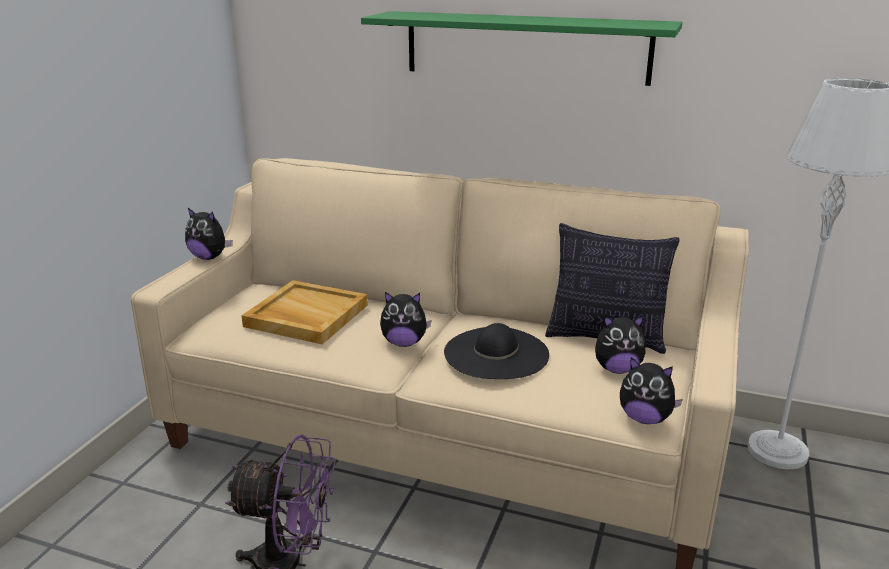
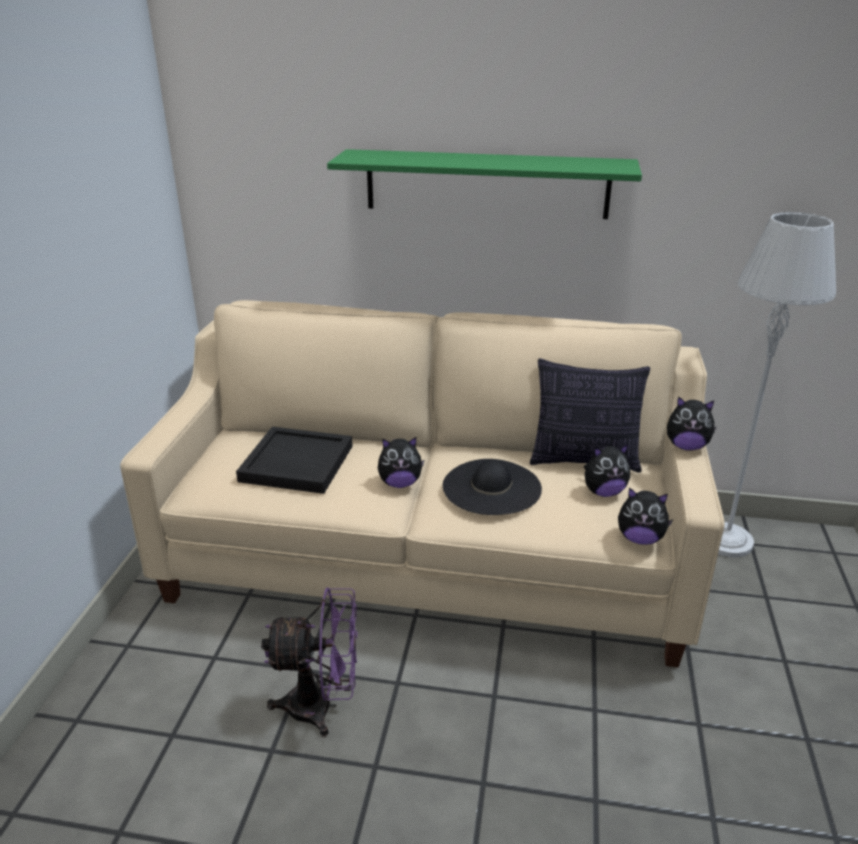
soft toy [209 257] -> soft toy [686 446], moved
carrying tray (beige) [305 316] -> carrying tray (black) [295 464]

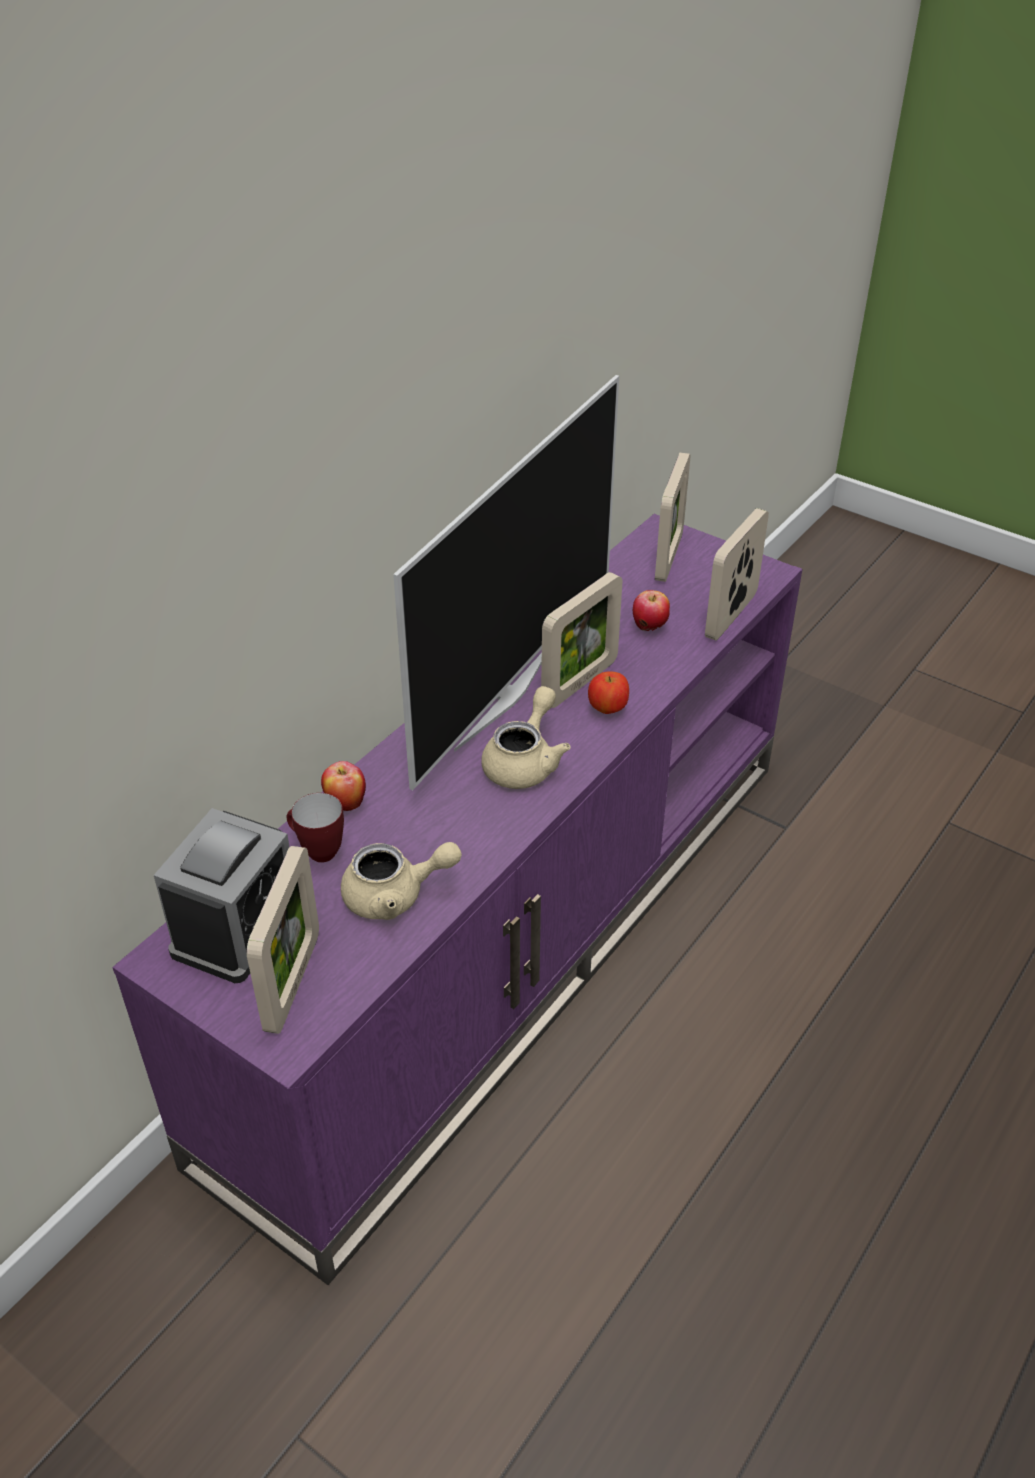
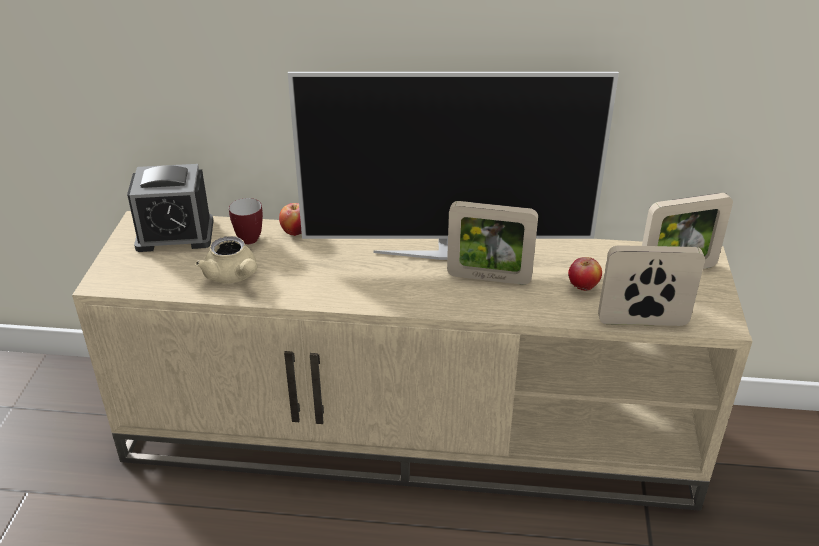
media console (purplish) [512 939] -> media console (beige) [413 433]
apple [608 709] -> none
teapot (beige) [525 761] -> none
picture frame [293 982] -> none

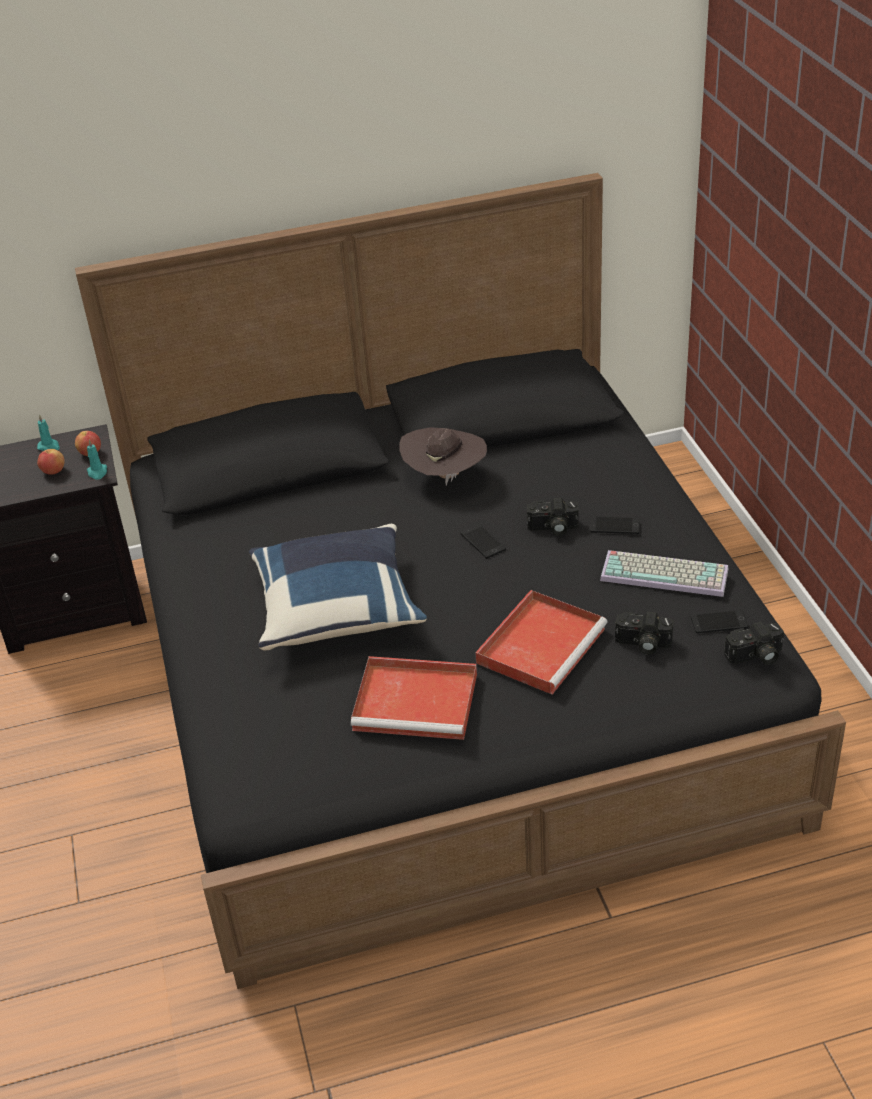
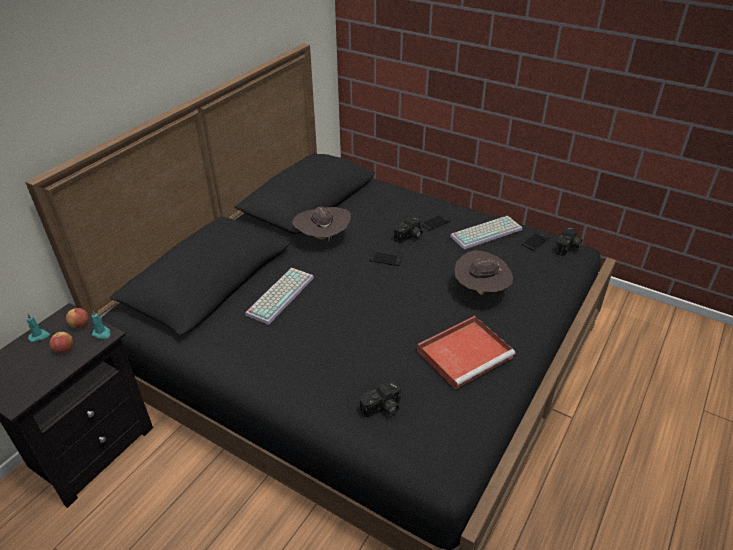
cushion (bluish) [337 609] -> none
carrying tray (red) [541 644] -> wearable hat (brown) [480 291]
photo camera [642 644] -> photo camera [382 409], moved
none -> computer keyboard [280 294]

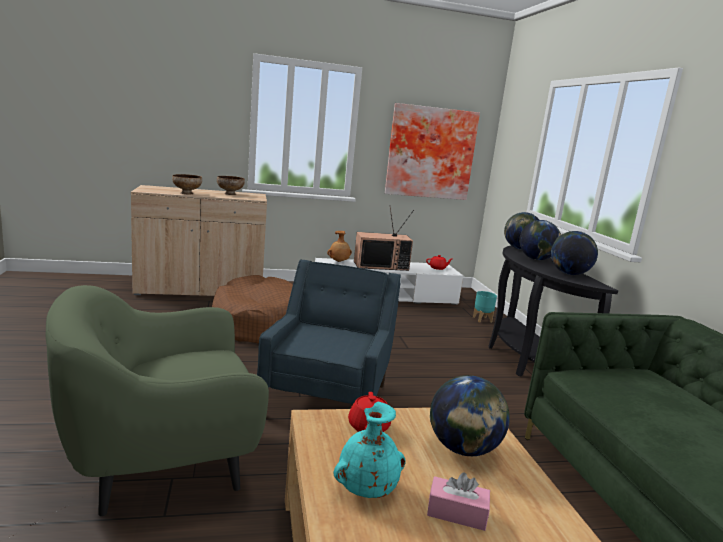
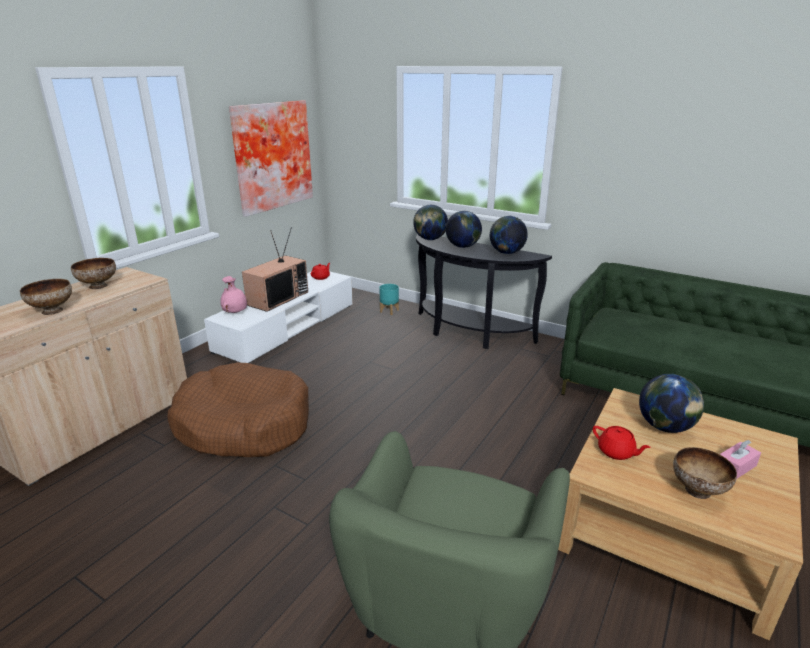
decorative vase (brown) [339 261] -> decorative vase (pink) [235 312]
lounge chair (bluish) [327 398] -> none
decorative vase (blue-green) [366 489] -> deep dish [696 491]

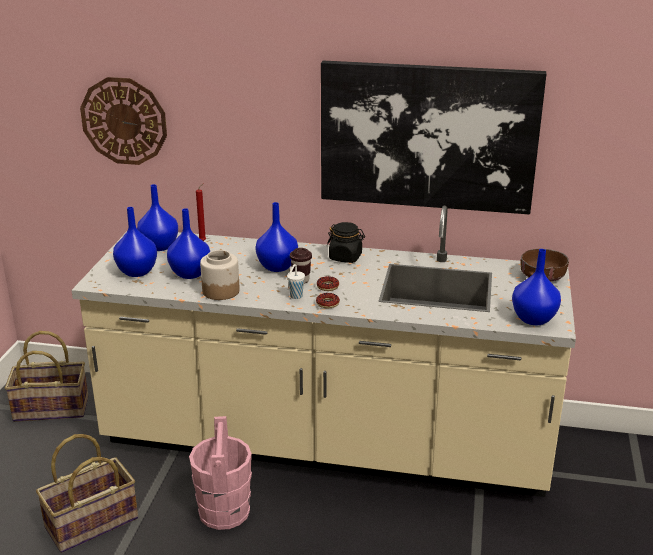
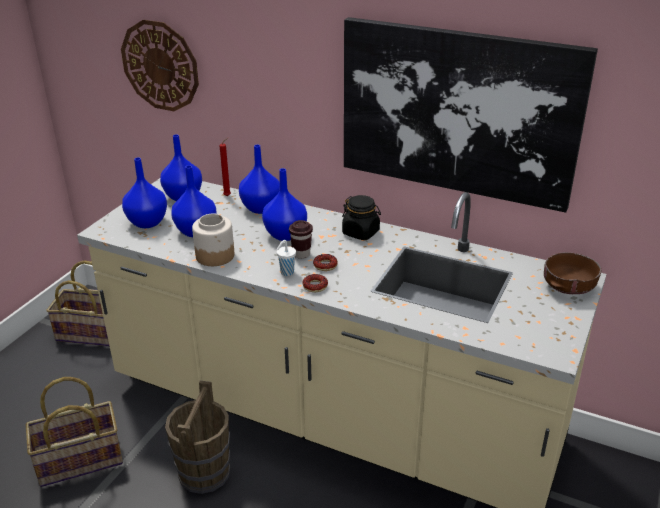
decorative vase (bluish) [532 319] -> decorative vase (bluish) [260 208], moved
water bucket (pink) [224 511] -> water bucket (brown) [204 472]

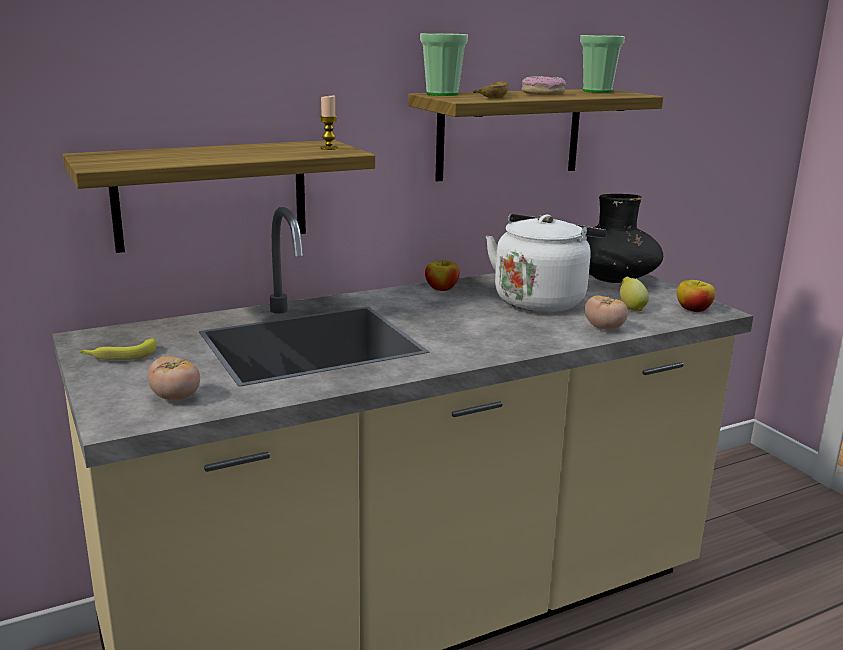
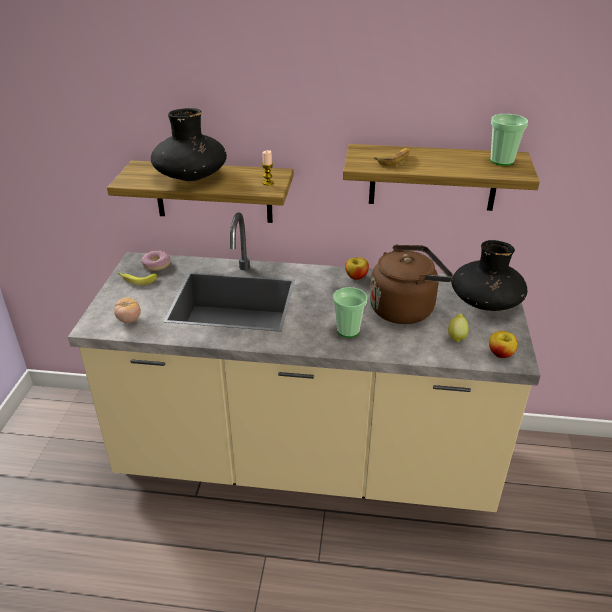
small cup [442 94] -> small cup [348 330], moved
ring doughnut [543 93] -> ring doughnut [156 264], moved
kettle (whitish) [541 300] -> kettle (brown) [405 308]
tomato [604 328] -> none
none -> decorative vase (black) [190 176]

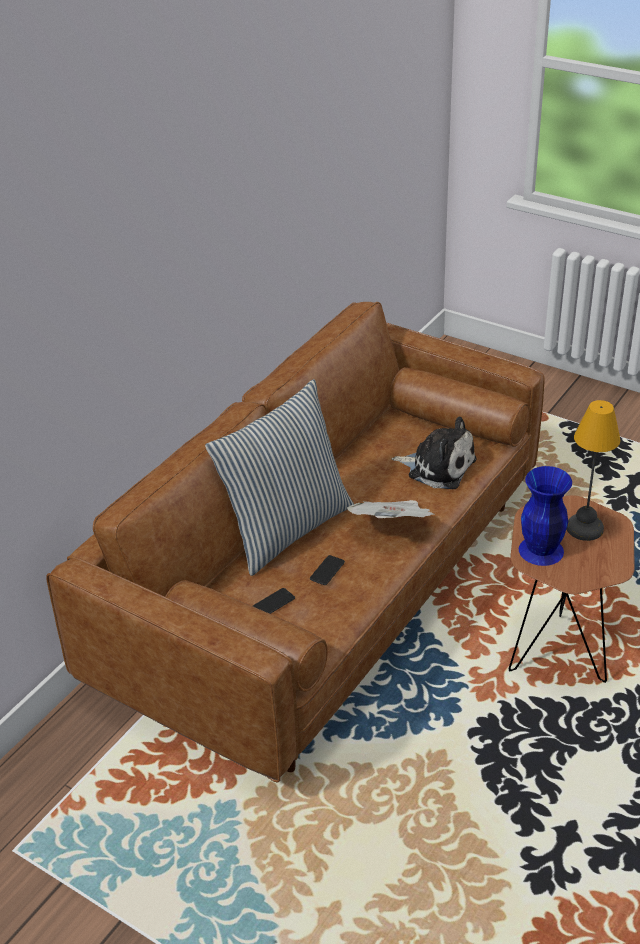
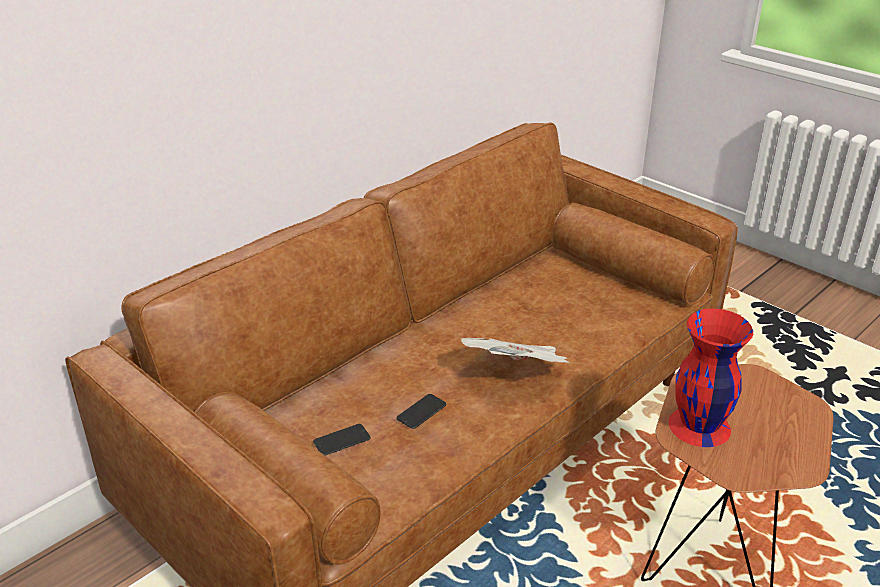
cushion [286 529] -> none
table lamp [585 528] -> none
soft toy [438 467] -> none
decorative vase (bluish) [540 550] -> decorative vase (red) [698 426]

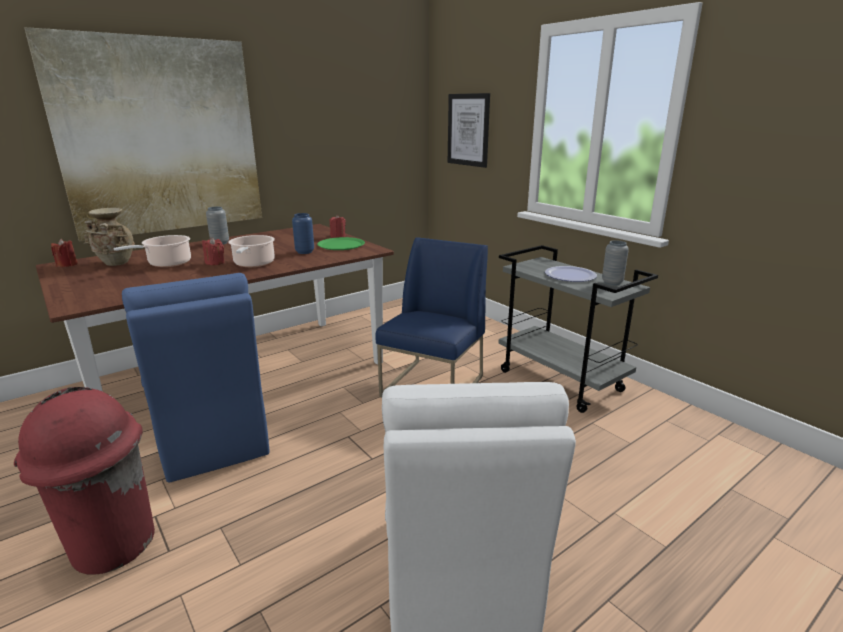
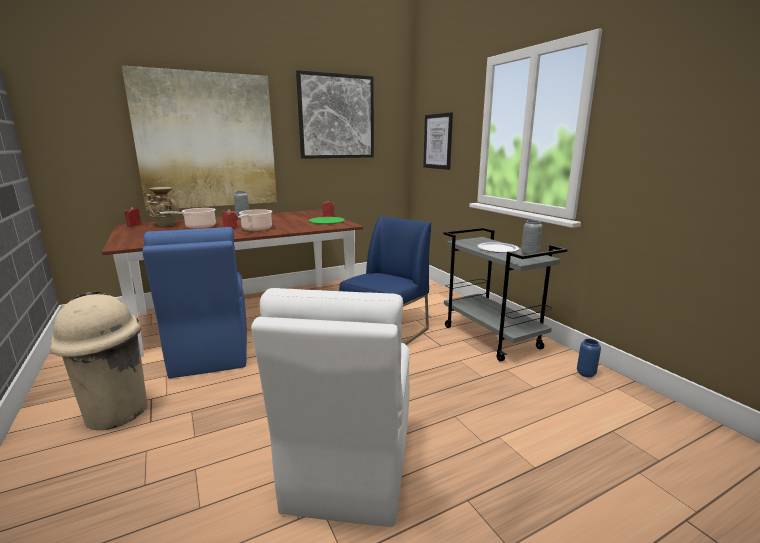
decorative vase (bluish) [305 252] -> decorative vase (bluish) [586 374], moved
trash can (red) [111 545] -> trash can (beige) [115 413]
none -> wall art [336 117]

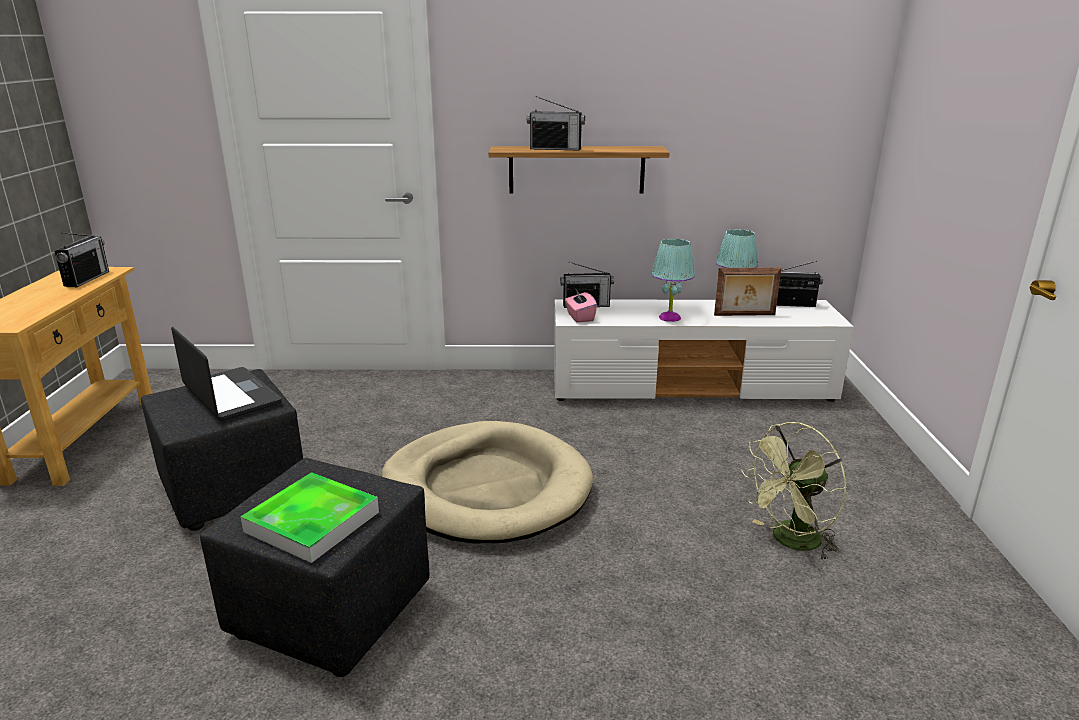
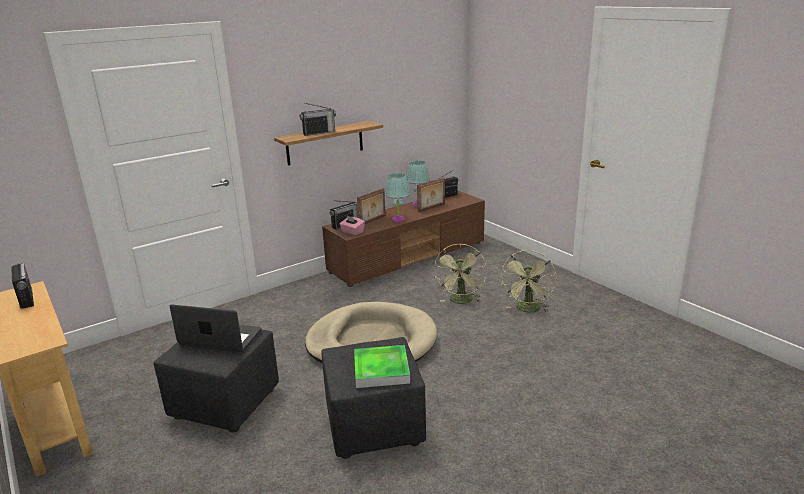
media console (whitish) [692 386] -> media console (brown) [408 257]
none -> picture frame [373 221]
none -> cooling fan (green) [461 301]

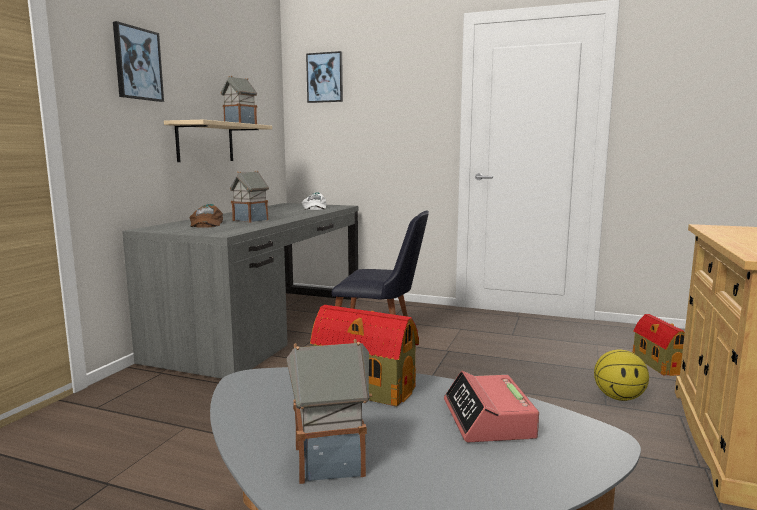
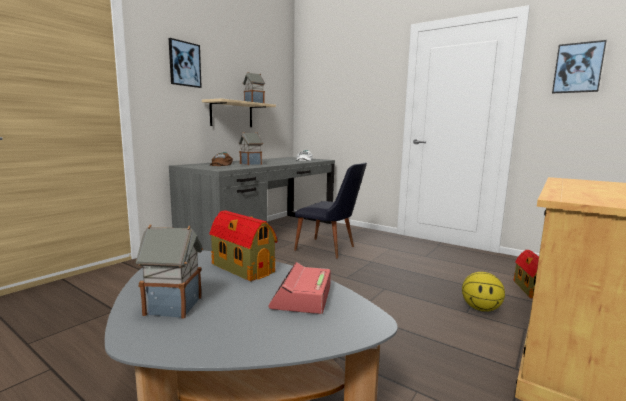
wall art [325 77] -> wall art [578 68], moved

